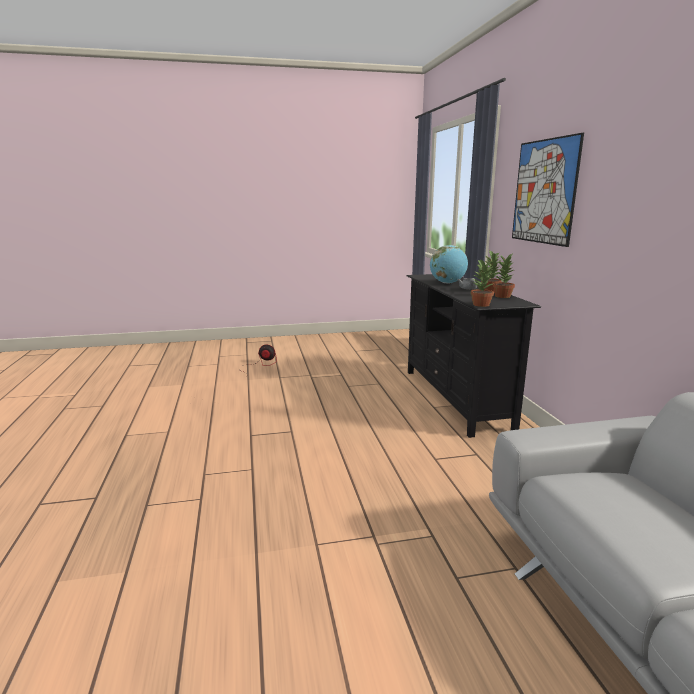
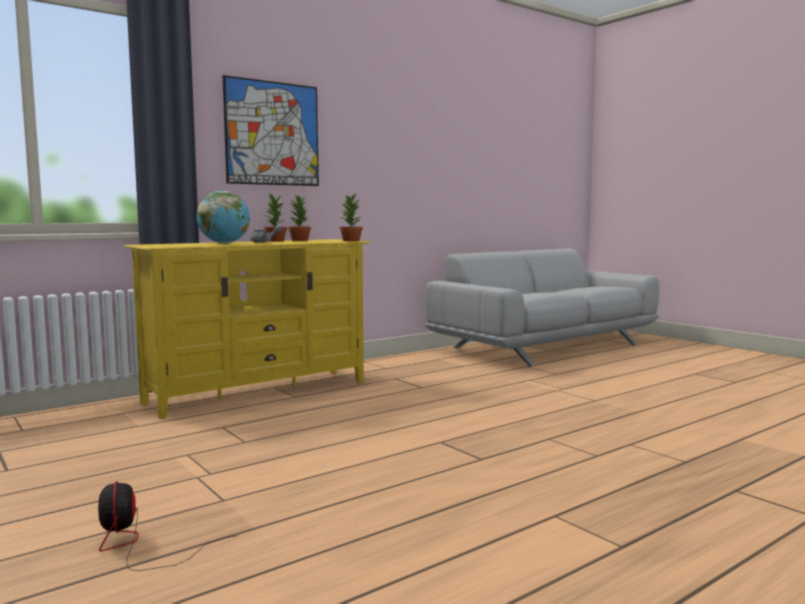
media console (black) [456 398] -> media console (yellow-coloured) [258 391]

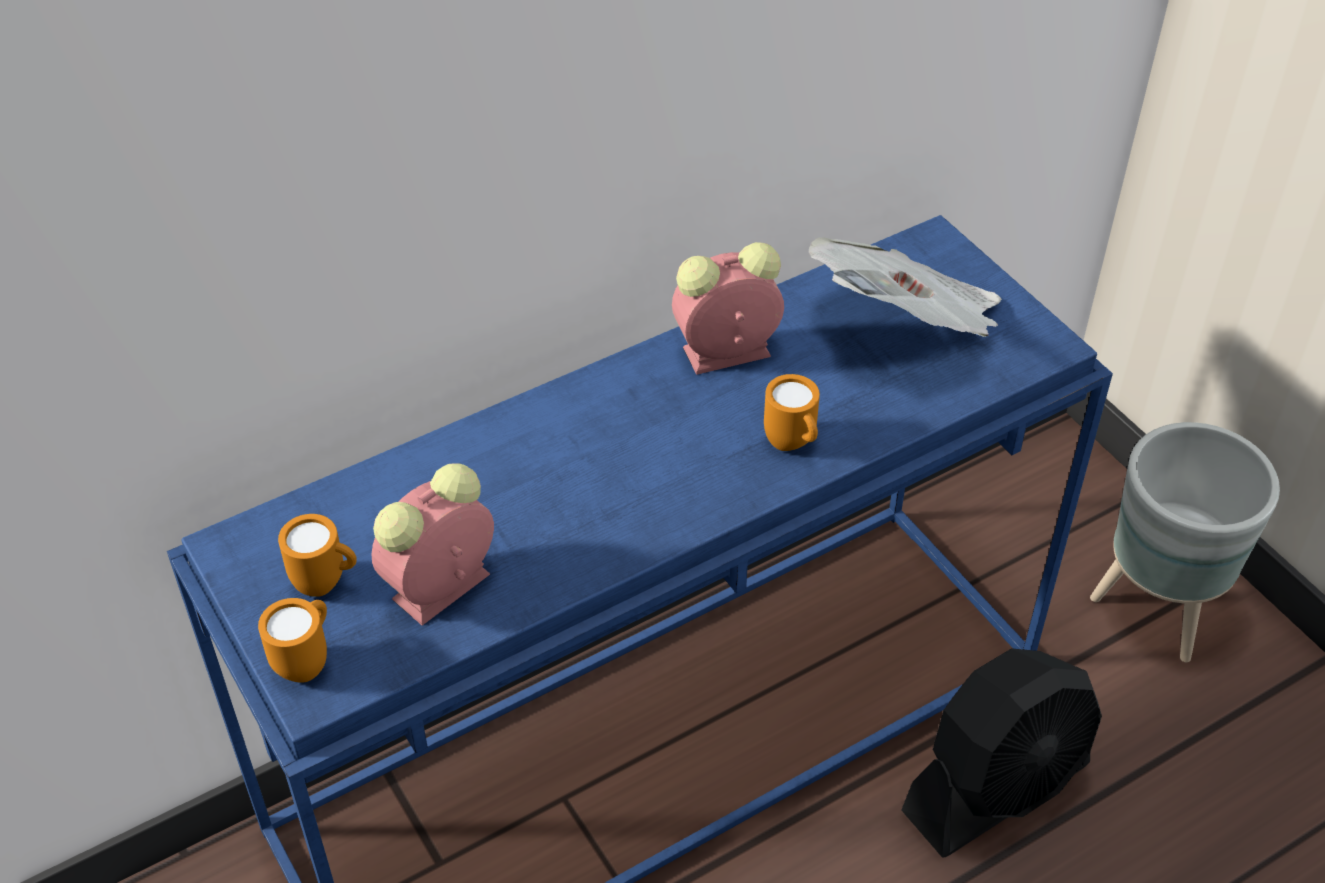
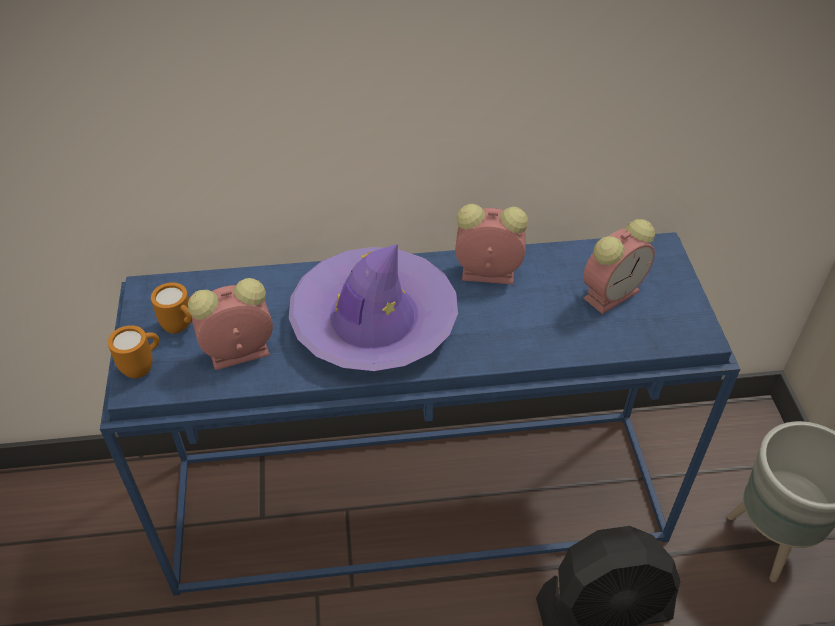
daily paper [908 325] -> table clock [612 293]
mug (orange-coloured) [793 445] -> none
none -> wearable hat (purplish) [374 321]

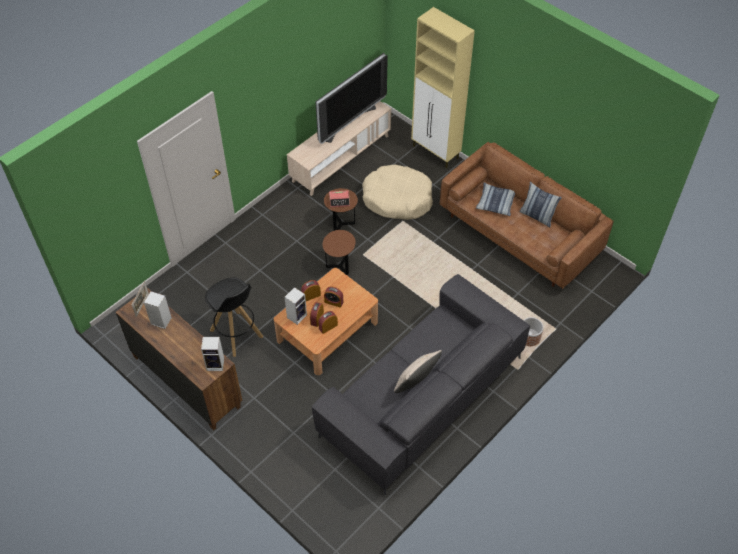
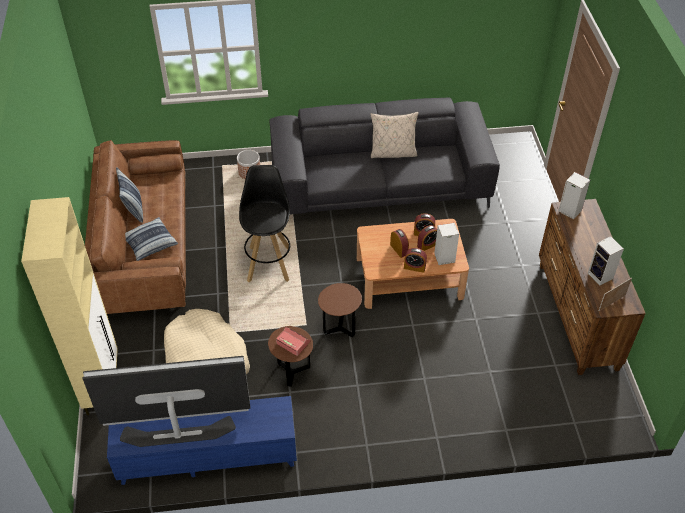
media console (beige) [341 158] -> media console (bluish) [208 456]
sitting stool (black) [237 334] -> sitting stool (black) [269 263], moved

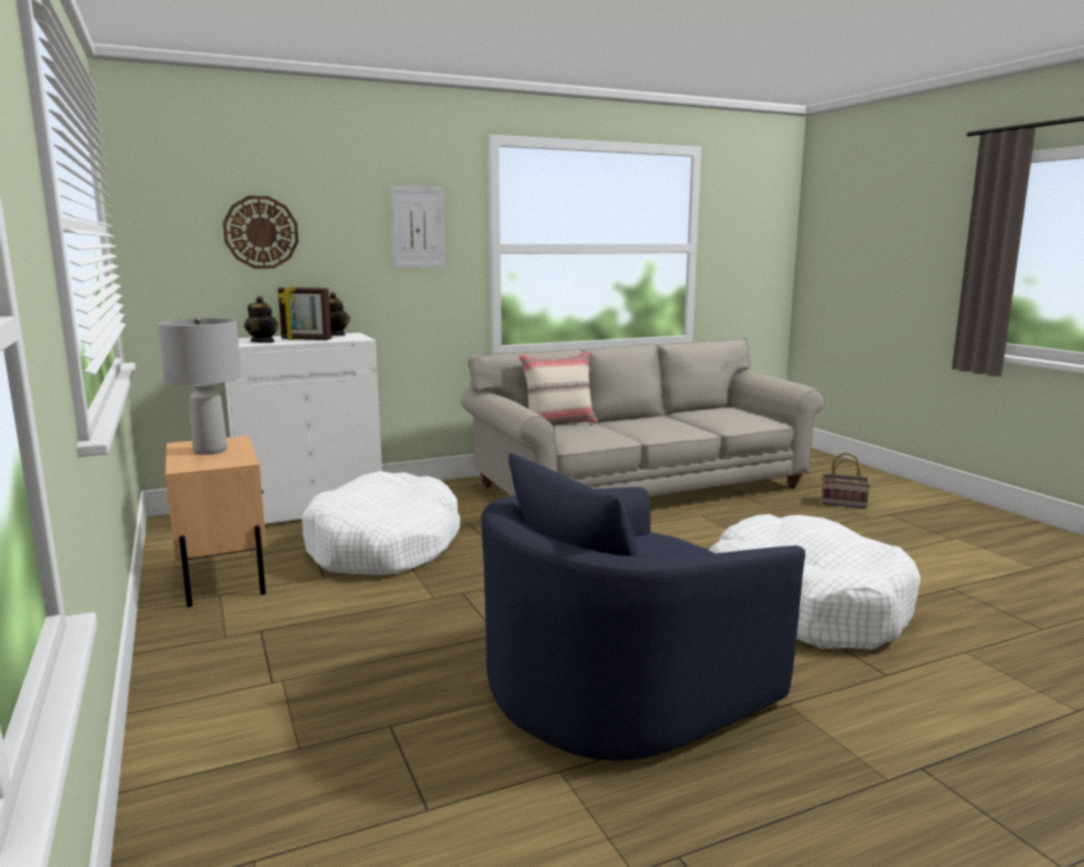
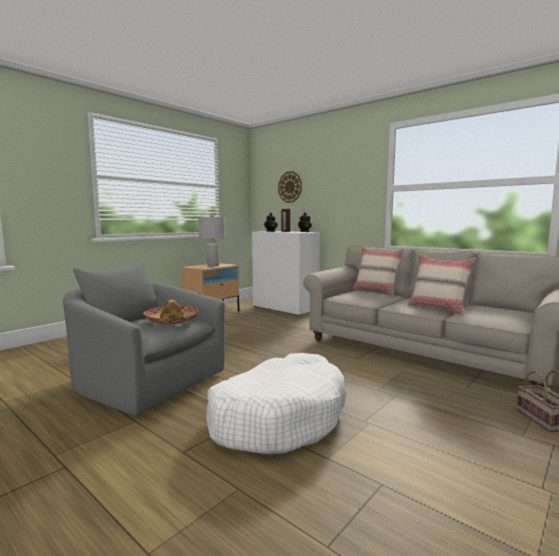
wall art [417 227] -> none
lounge chair (bluish) [621 686] -> lounge chair (grey) [145 381]
dog cushion (whitish) [384 546] -> none
none -> cushion (beige) [438 308]
none -> wearable hat [171 320]

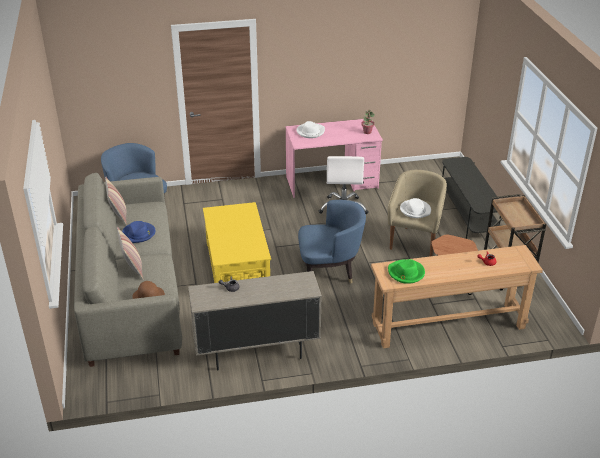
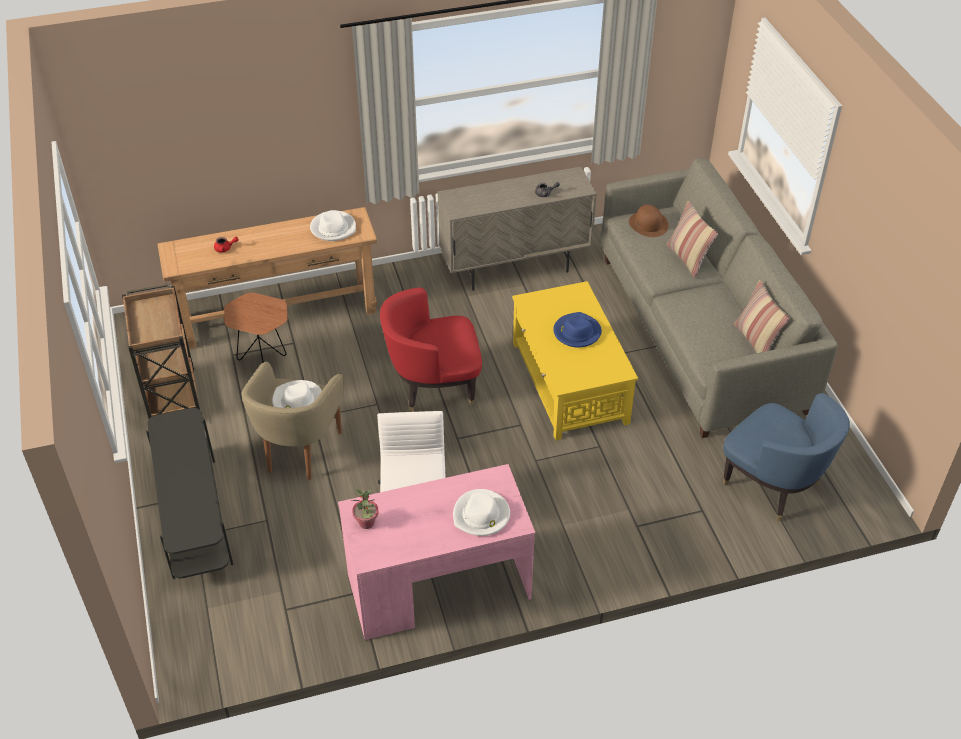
lounge chair (bluish) [329 270] -> lounge chair (red) [434 386]
wearable hat (bluish) [139 234] -> wearable hat (bluish) [576 332], moved
wearable hat (green) [406 273] -> wearable hat (whitish) [333 228]

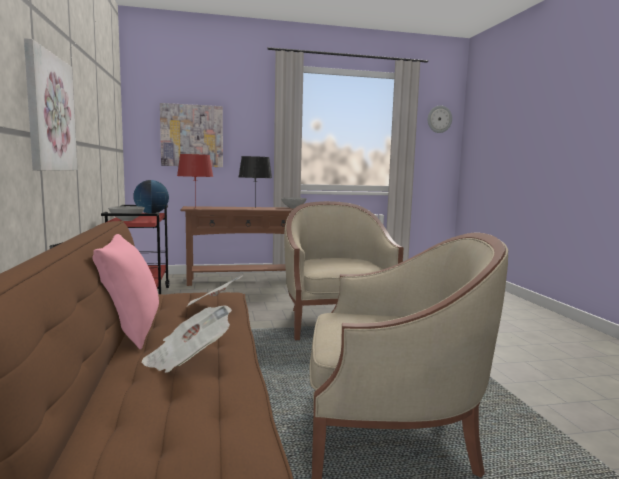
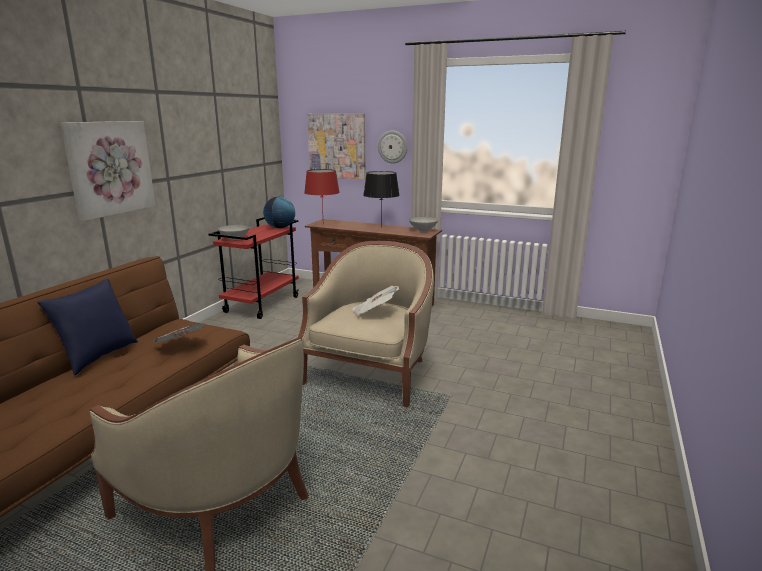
wall clock [439 119] -> wall clock [393 147], moved
cushion (pink) [129 332] -> cushion (bluish) [98 356]
daily paper [187 359] -> daily paper [374 312], moved

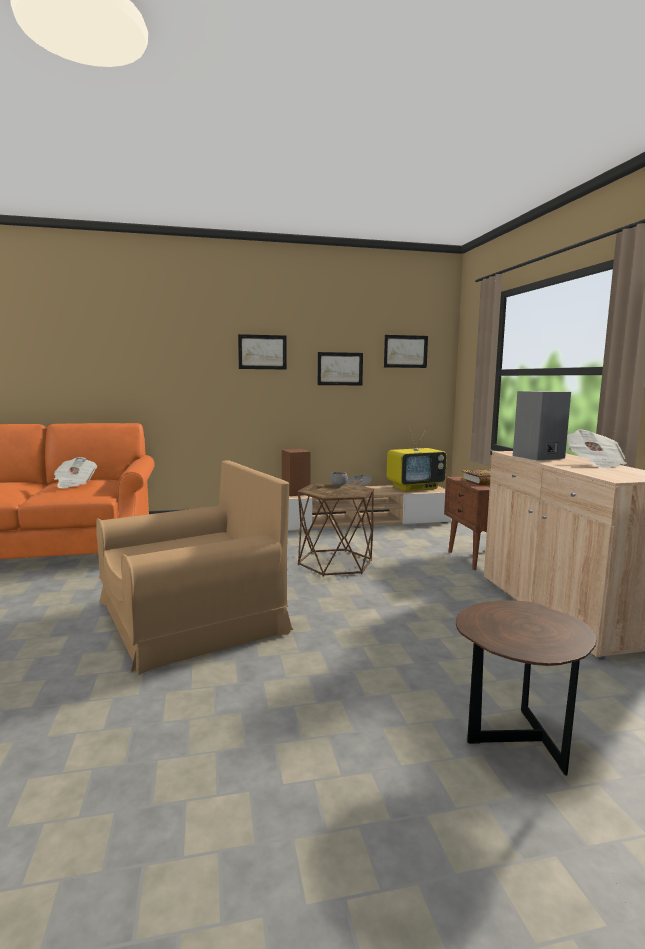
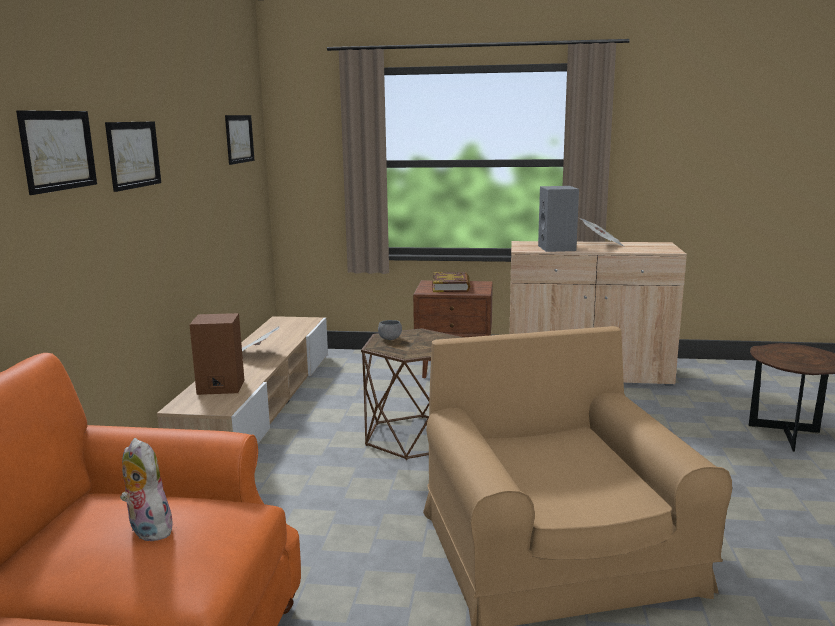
wall art [340 369] -> wall art [58 150], moved
TV set [415 487] -> none
daily paper [74 484] -> soft toy [147 530]

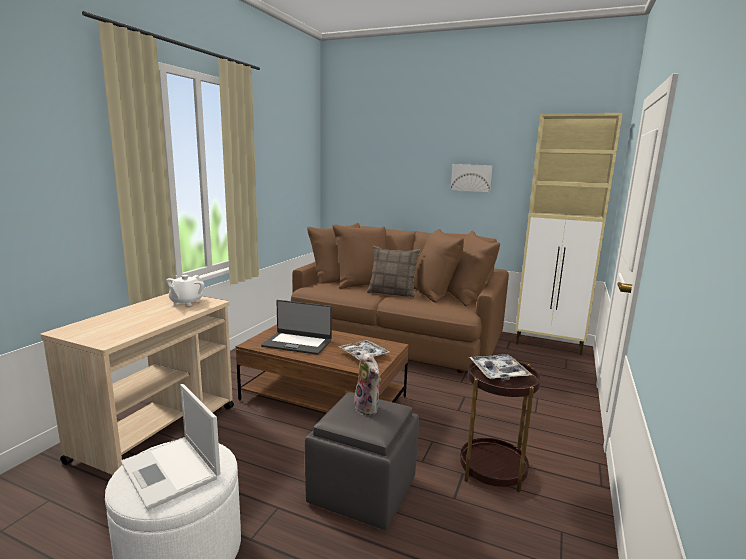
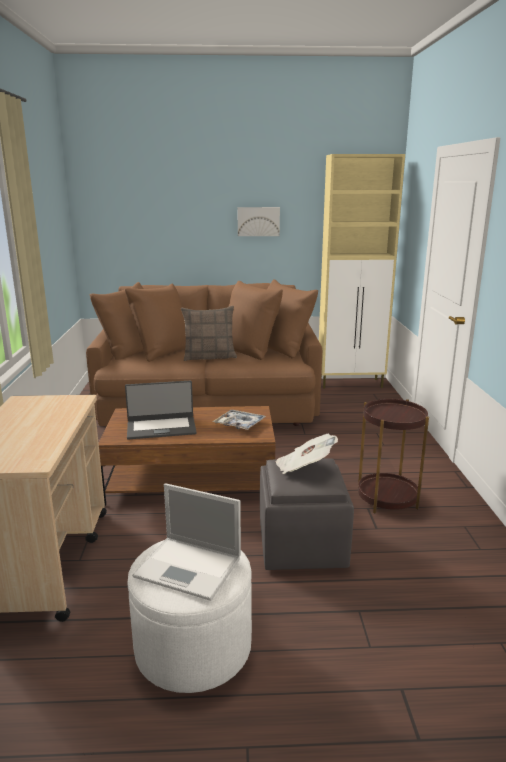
teapot (whitish) [186 302] -> none
soft toy [368 408] -> daily paper [304 467]
carrying tray [498 372] -> none

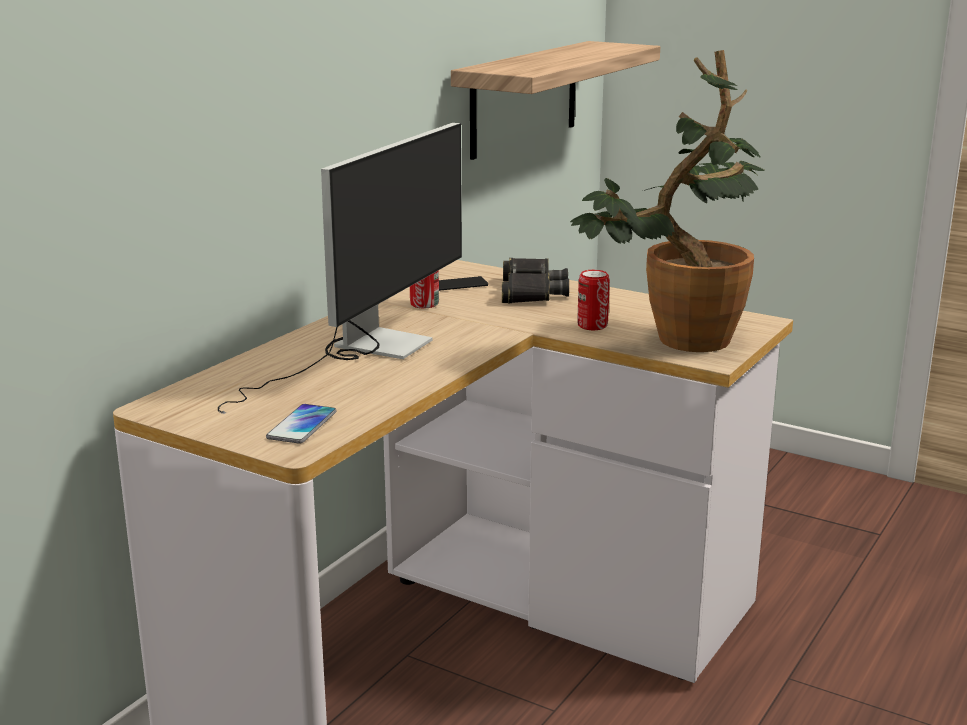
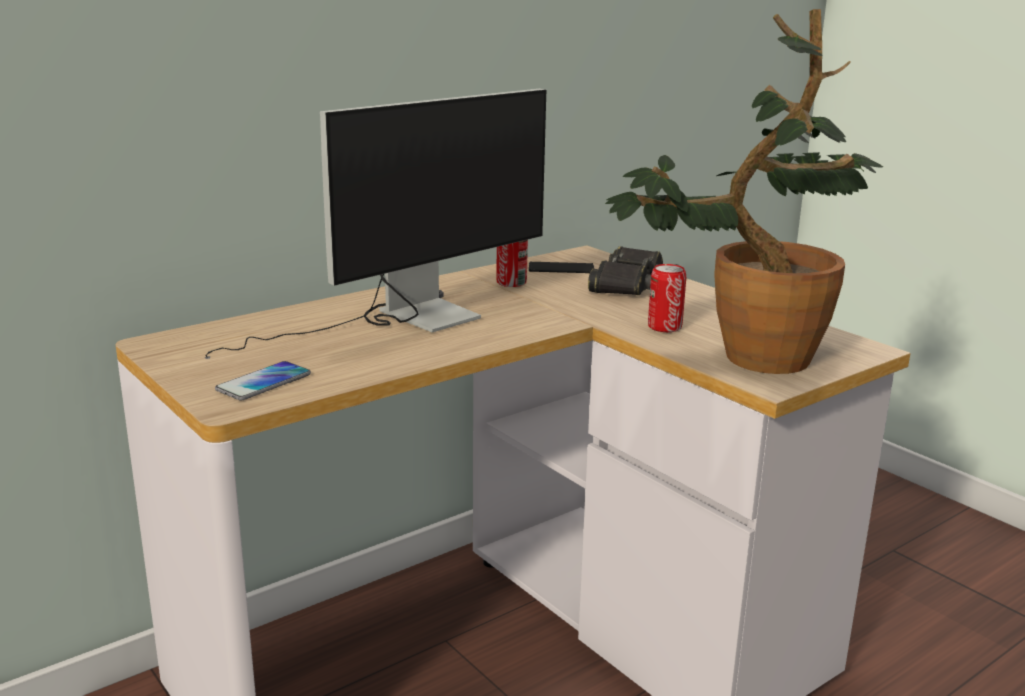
bracket shelf [524 98] -> none

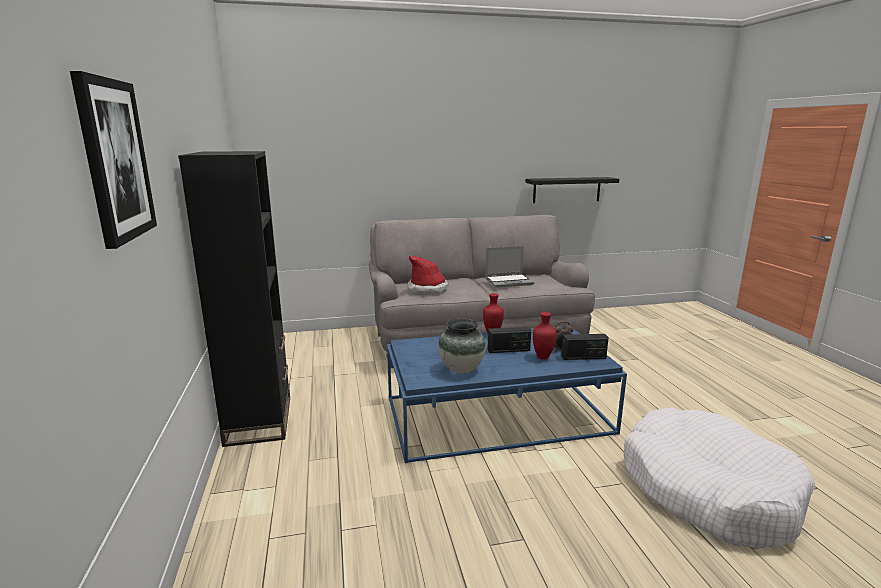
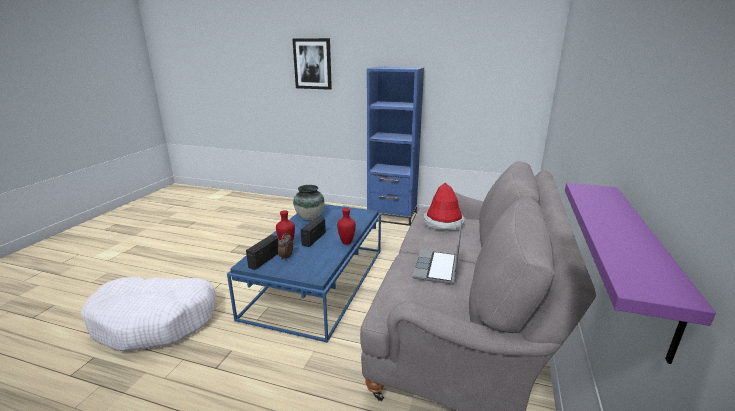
bookcase (black) [259 420] -> bookcase (bluish) [392 216]
bracket shelf (black) [567 190] -> bracket shelf (purplish) [642 262]

